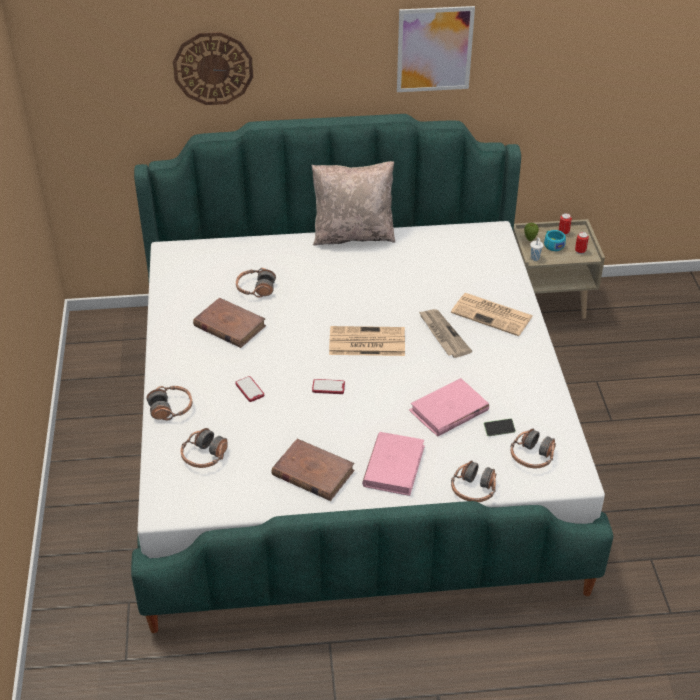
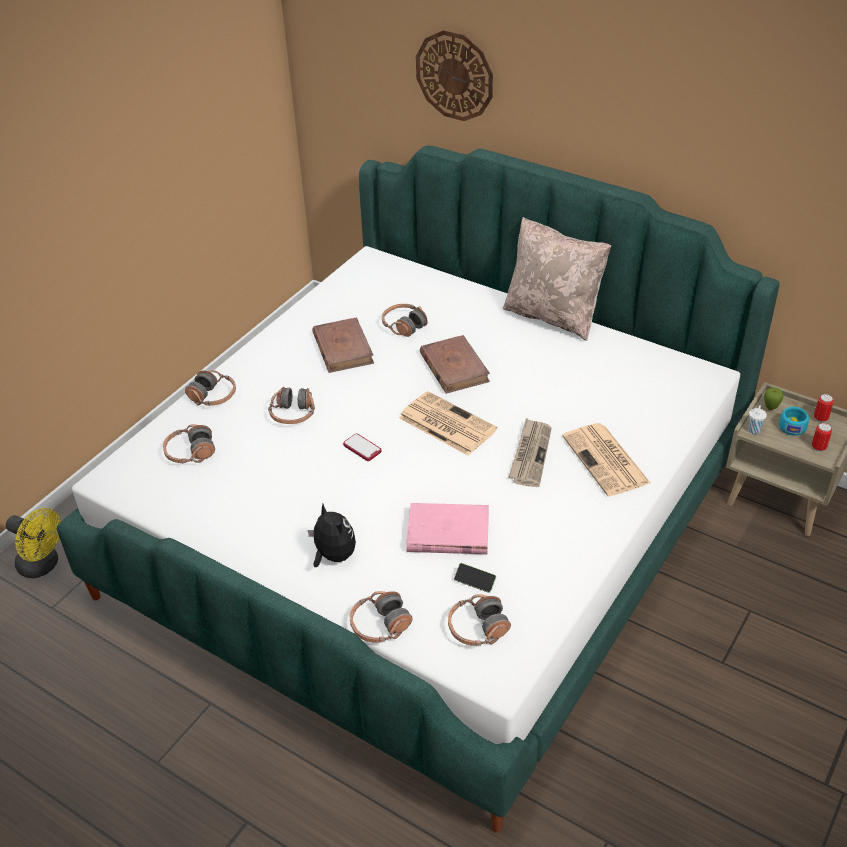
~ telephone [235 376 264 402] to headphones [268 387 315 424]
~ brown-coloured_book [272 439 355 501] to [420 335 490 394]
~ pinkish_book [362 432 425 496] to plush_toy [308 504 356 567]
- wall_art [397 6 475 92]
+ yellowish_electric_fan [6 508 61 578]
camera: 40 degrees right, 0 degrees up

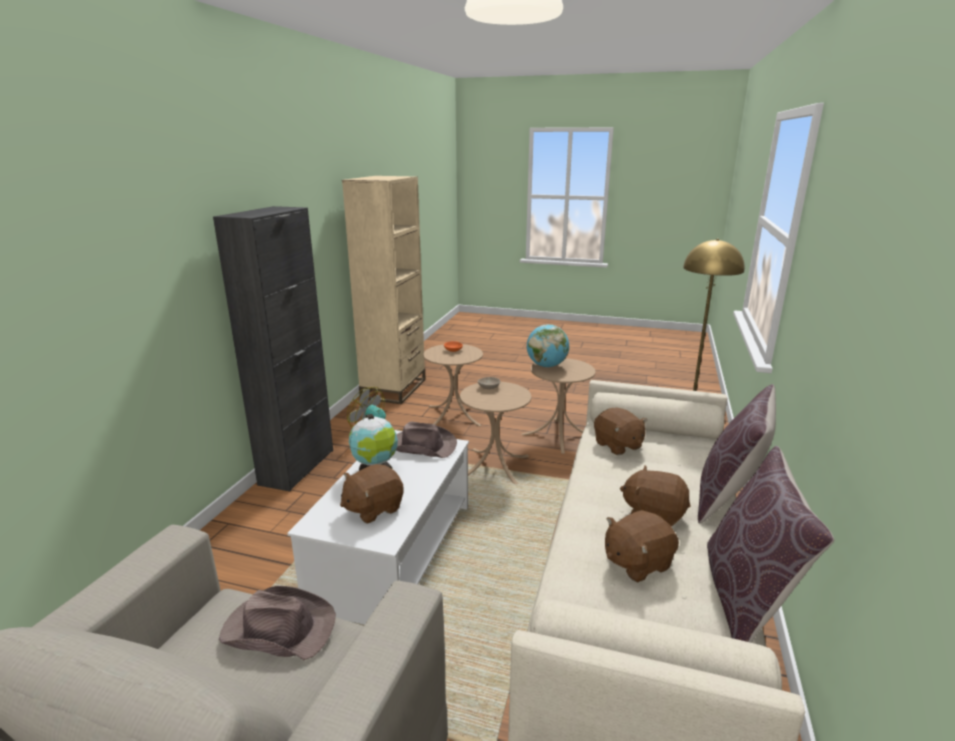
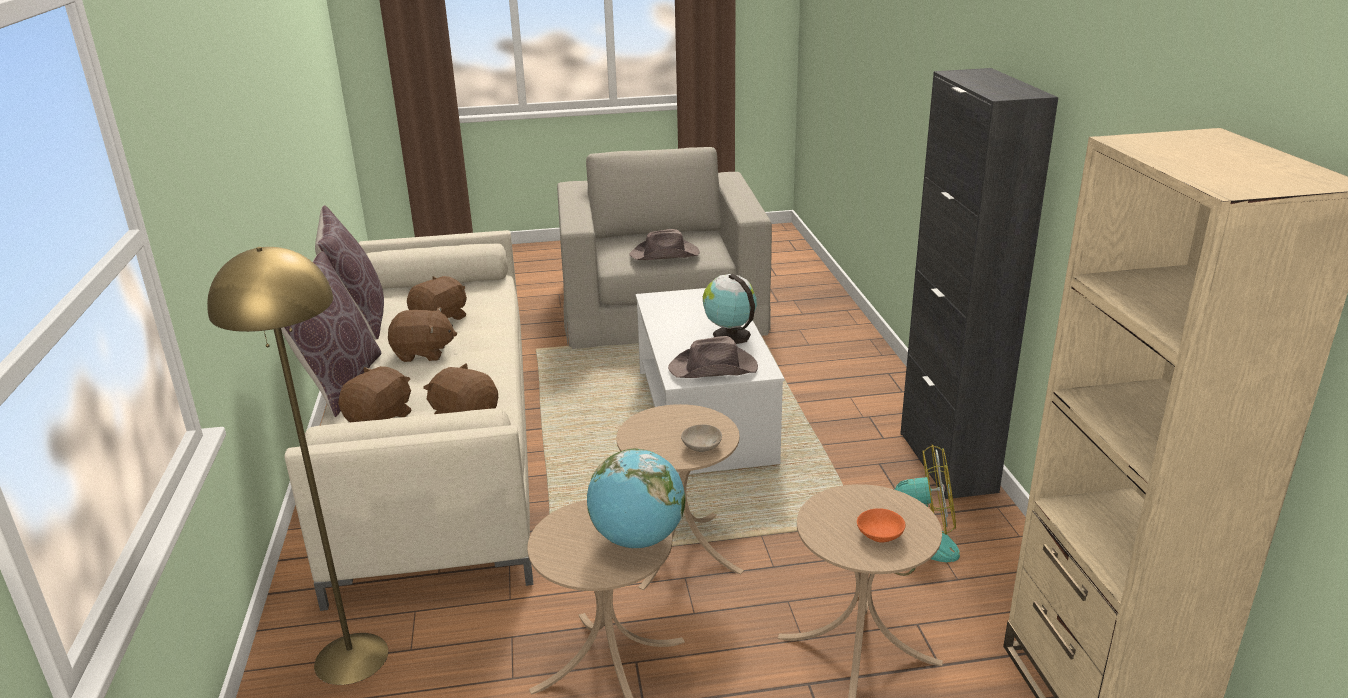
~ brown-coloured_plush_toy [340 464 404 524] to [339 366 411 422]
camera: 155 degrees right, 5 degrees up

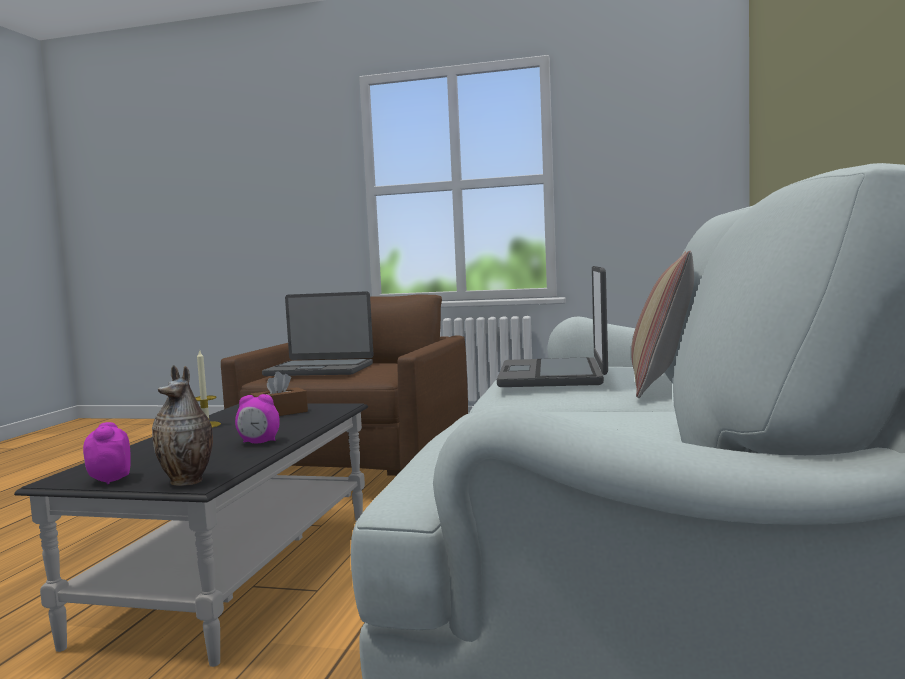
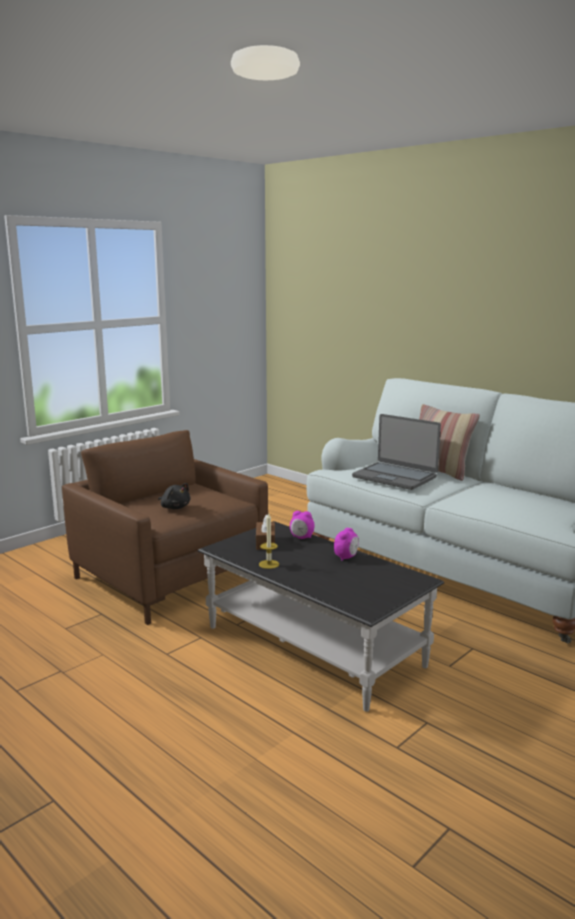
~ table_clock [83 422 131 485] to [290 511 314 539]
- flower_vase [152 365 213 486]
~ notebook_computer [262 291 374 376] to black_plush_toy [158 483 190 509]
camera: 60 degrees left, 10 degrees up

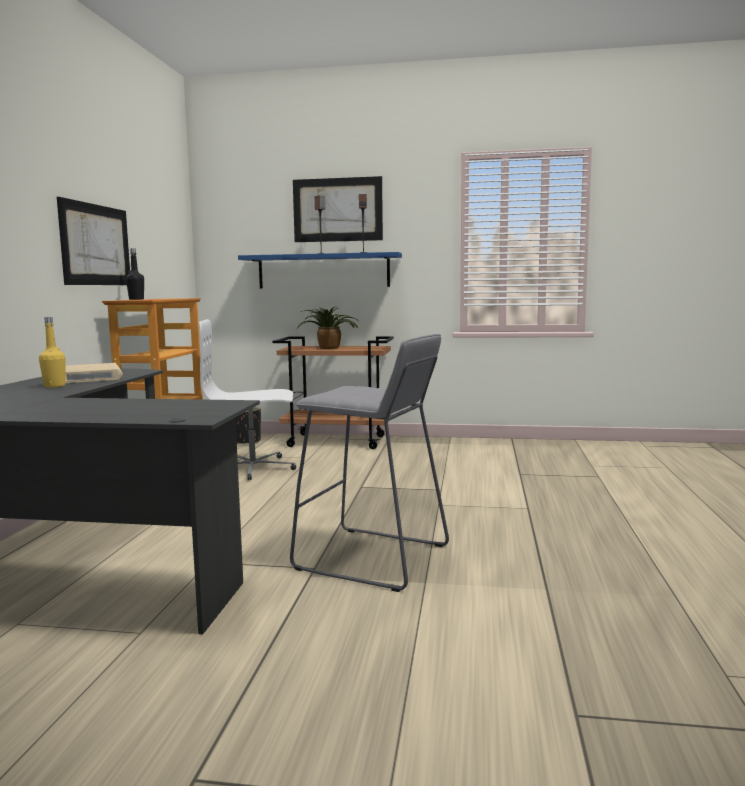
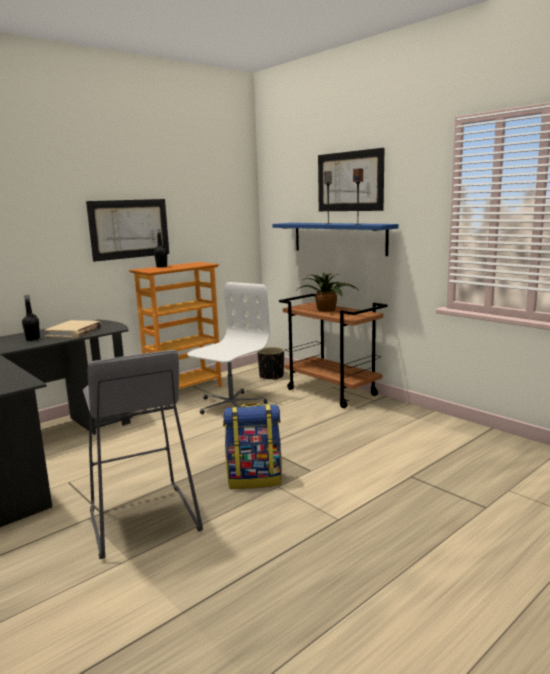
~ yellowish_bottle [39 317 65 388] to black_bottle [22 295 40 341]
~ white-coloured_office_chair [199 319 296 480] = [187 282 270 414] 90 degrees clockwise
+ knapsack [223 403 282 489]
camera: 40 degrees right, 5 degrees up

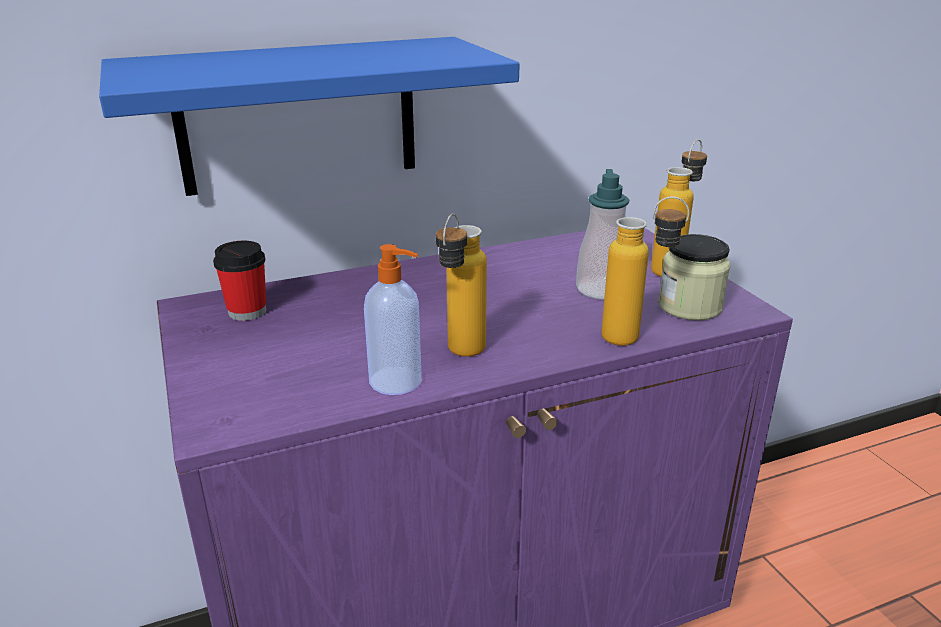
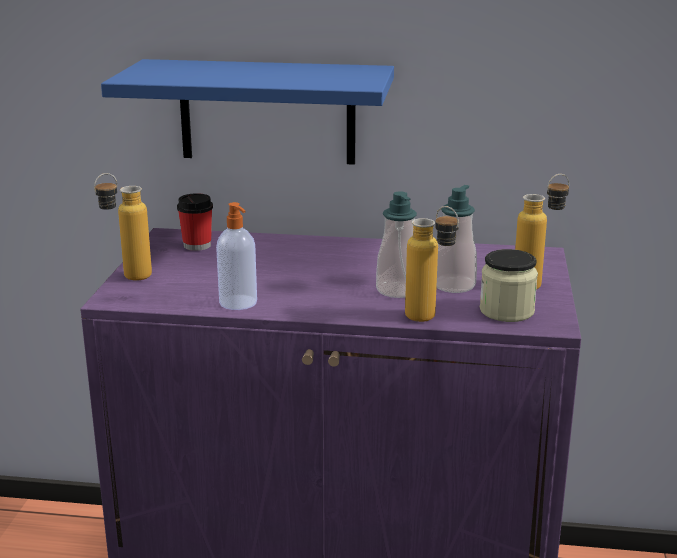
~ bottle [436 214 487 357] to [94 173 152 281]
+ soap_bottle [376 191 417 298]
camera: 30 degrees right, 5 degrees down

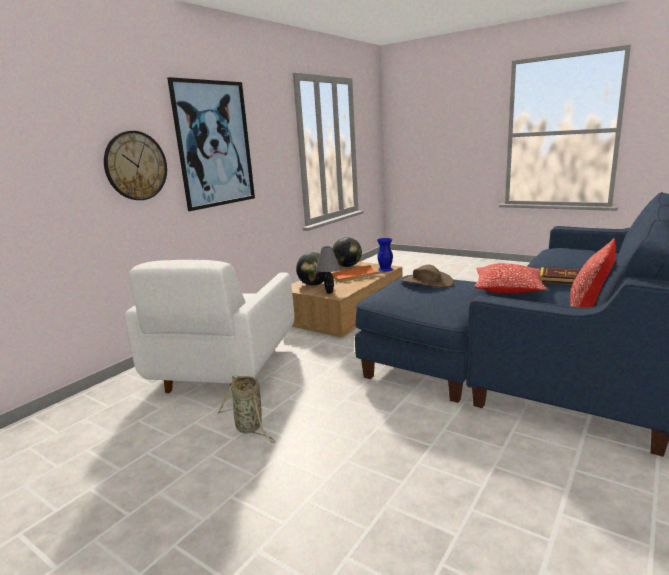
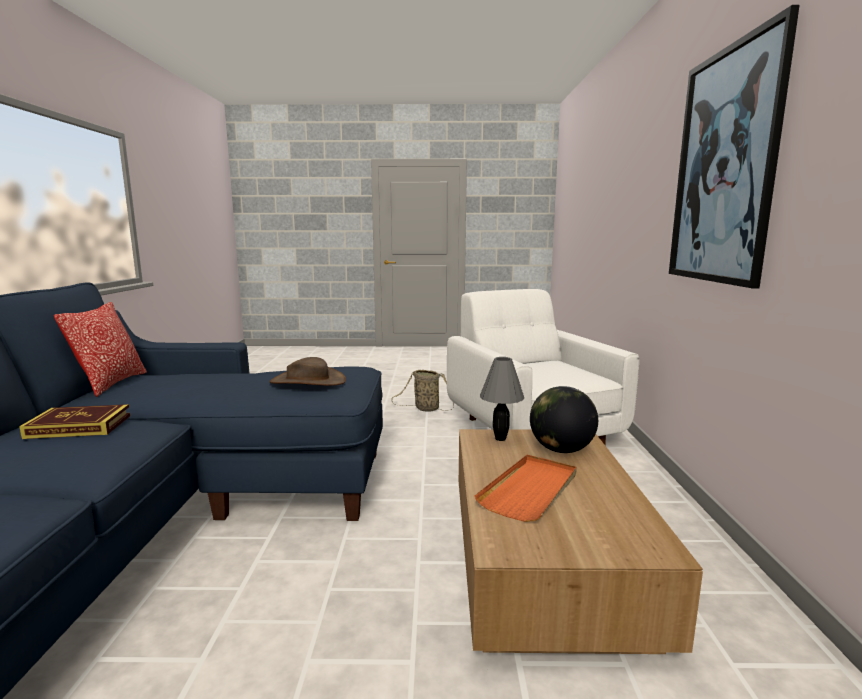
- hanging_clock [104 131 167 200]
- desk_globe [332 237 362 267]
- blue-coloured_flower_vase [377 238 393 272]
- cushion [474 263 547 293]
camera: 145 degrees right, 5 degrees down

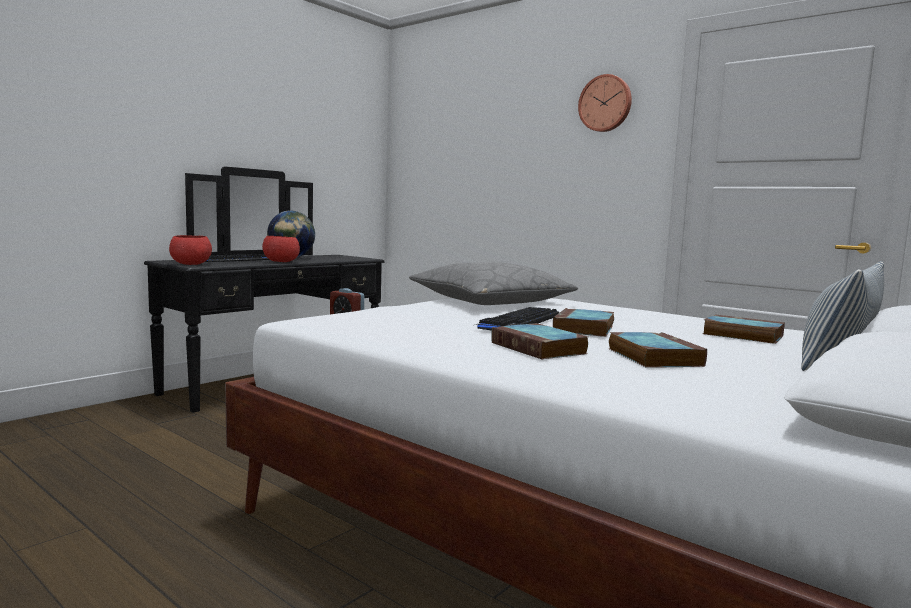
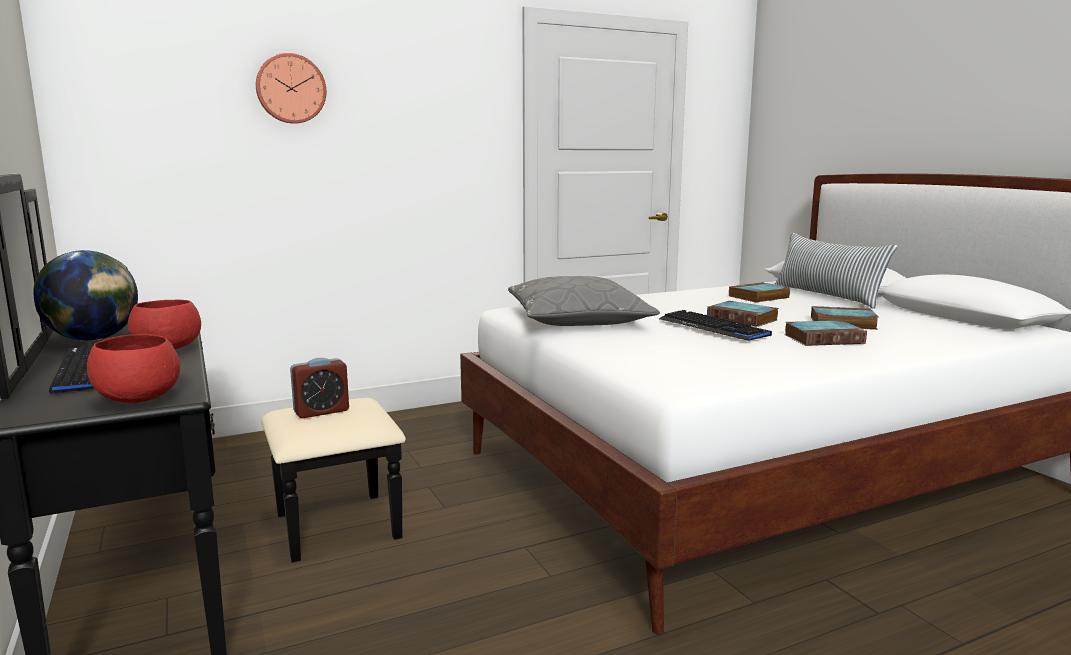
~ hanging_clock [578 74 632 132] to [256 53 326 124]
camera: 65 degrees left, 5 degrees up

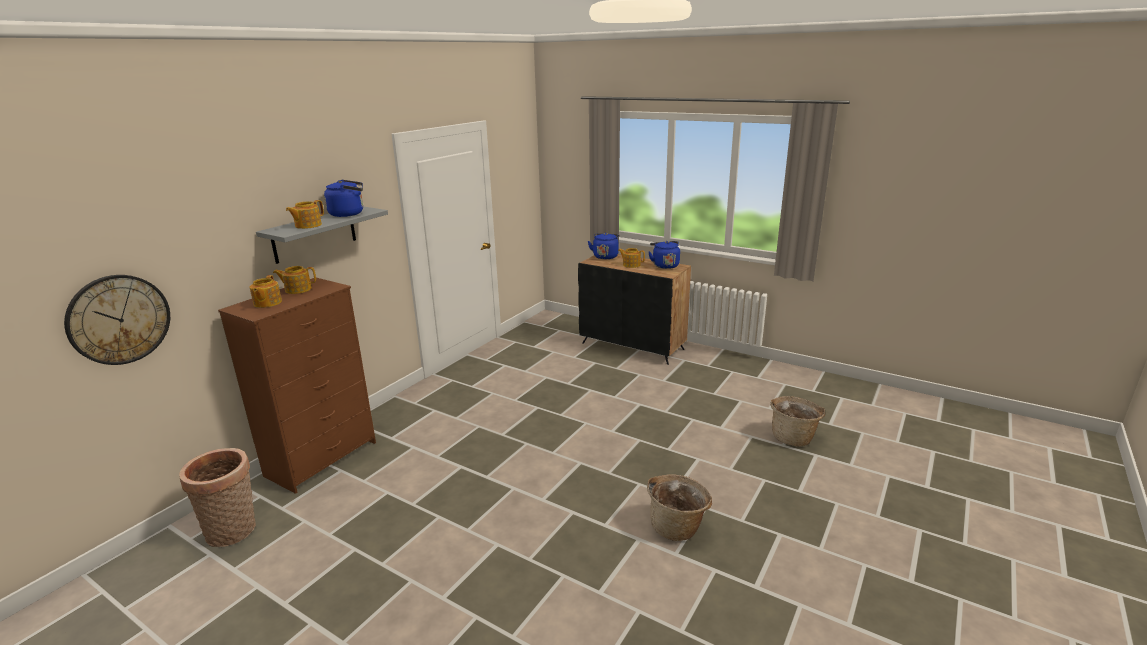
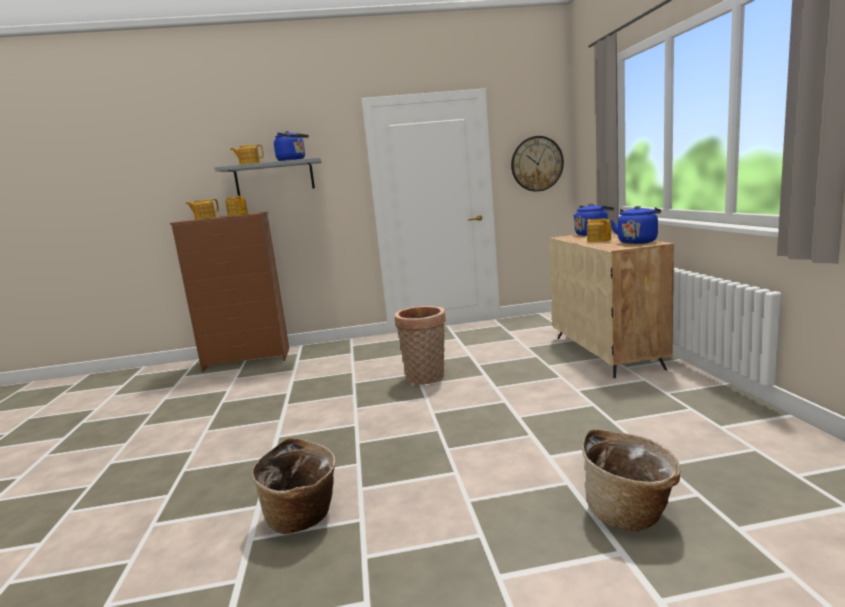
~ hanging_clock [64 275 170 365] to [511 136 564 192]
~ storage_basket [179 448 256 547] to [395 306 446 385]
~ black_cabinet [578 254 691 365] to beige-coloured_cabinet [549 233 674 378]
camera: 50 degrees right, 10 degrees down

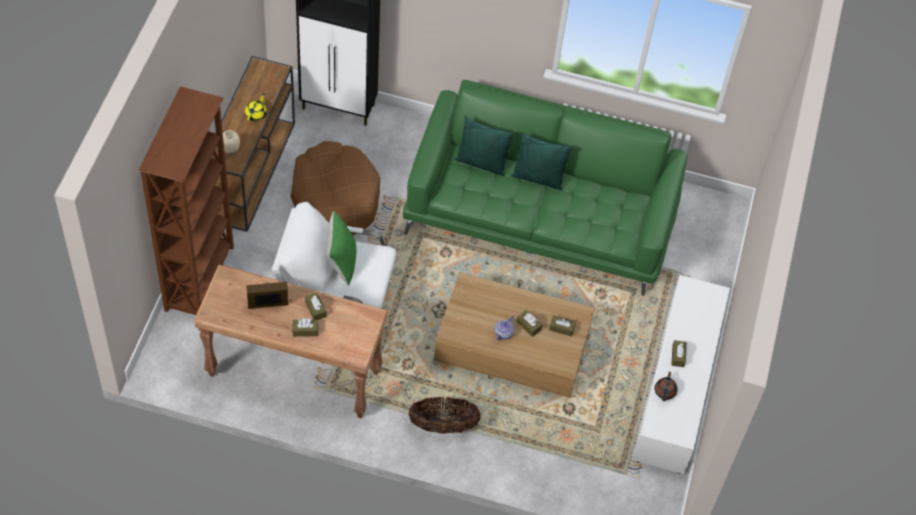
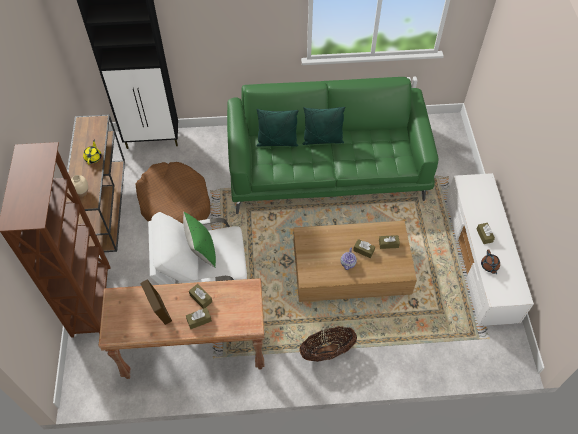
~ standing_frame [246 282 288 309] = [140 279 172 325] 90 degrees clockwise
camera: 15 degrees left, 0 degrees up

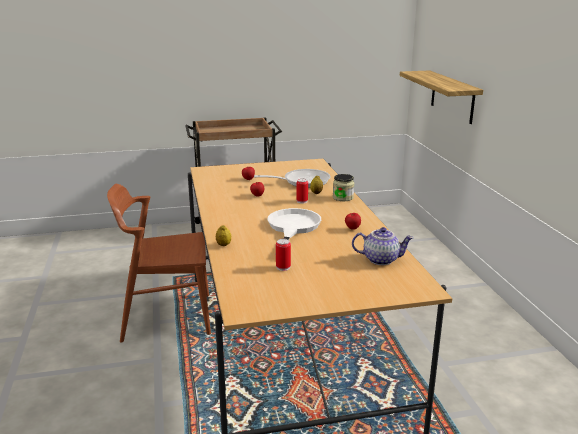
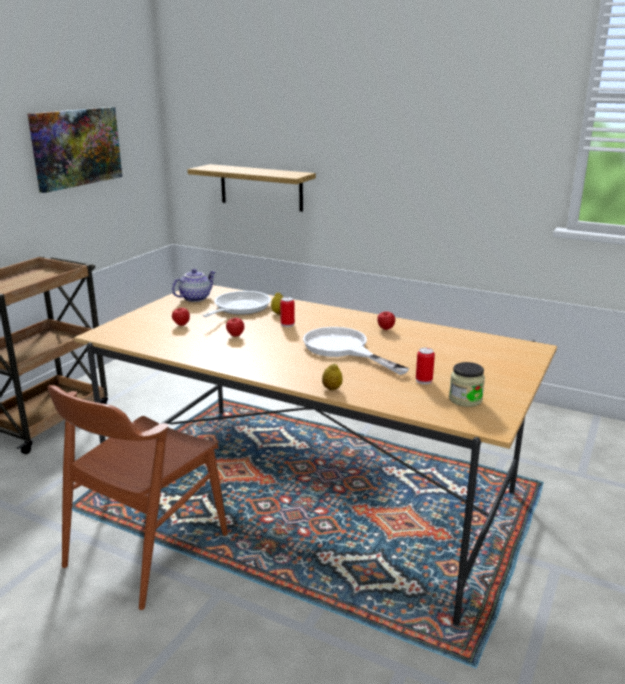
~ jar [333 174 354 201] to [449 362 485 407]
~ pot_for_tea [352 227 414 265] to [172 269 216 302]
+ wall_art [28 107 122 193]
camera: 50 degrees left, 0 degrees up

